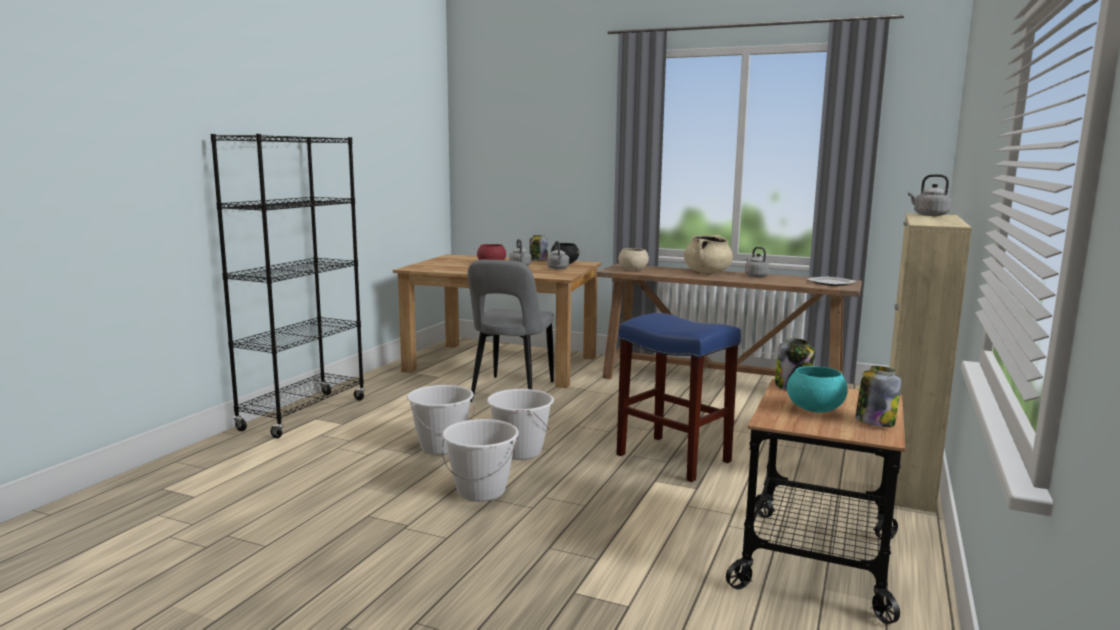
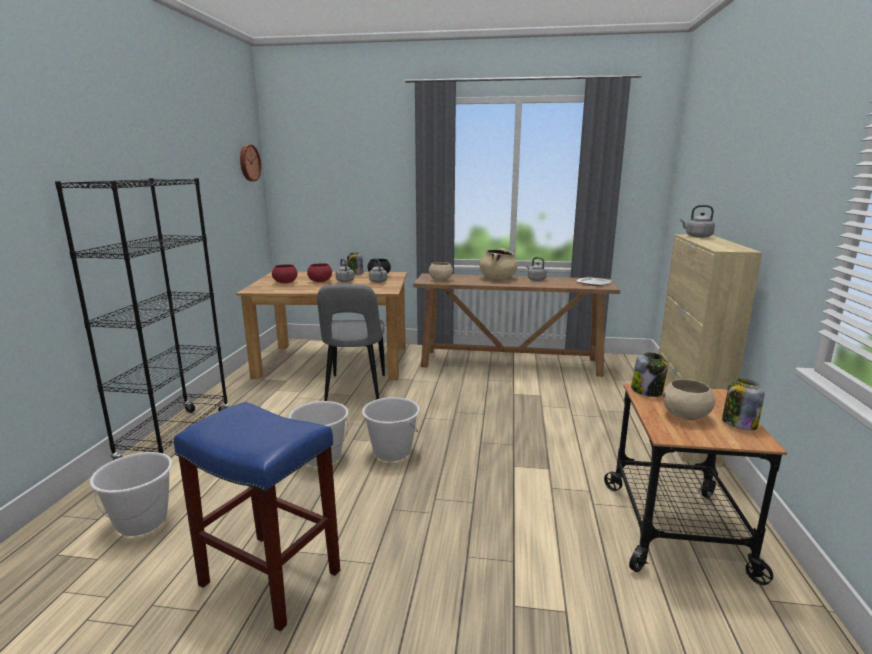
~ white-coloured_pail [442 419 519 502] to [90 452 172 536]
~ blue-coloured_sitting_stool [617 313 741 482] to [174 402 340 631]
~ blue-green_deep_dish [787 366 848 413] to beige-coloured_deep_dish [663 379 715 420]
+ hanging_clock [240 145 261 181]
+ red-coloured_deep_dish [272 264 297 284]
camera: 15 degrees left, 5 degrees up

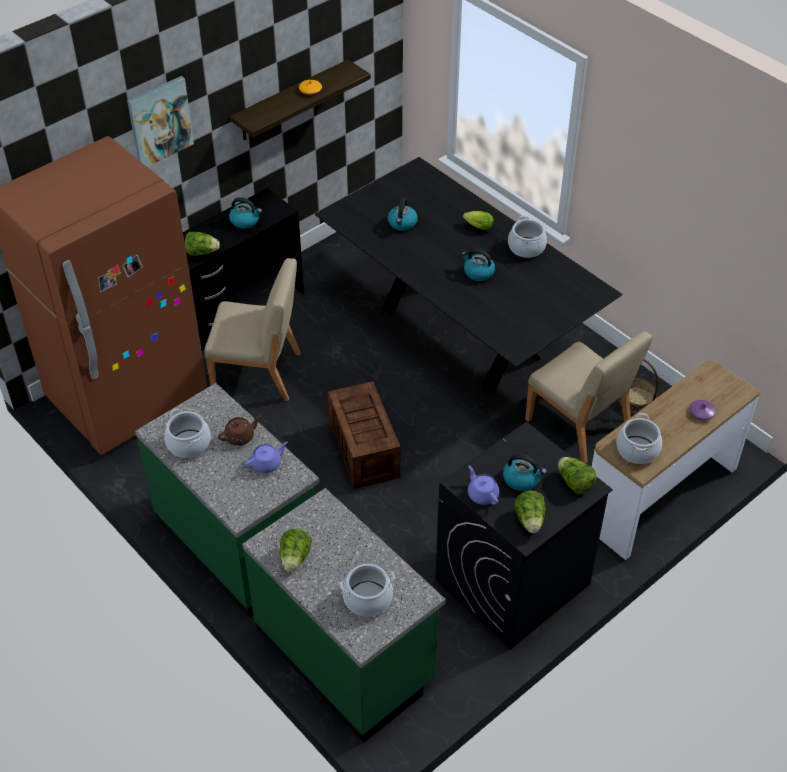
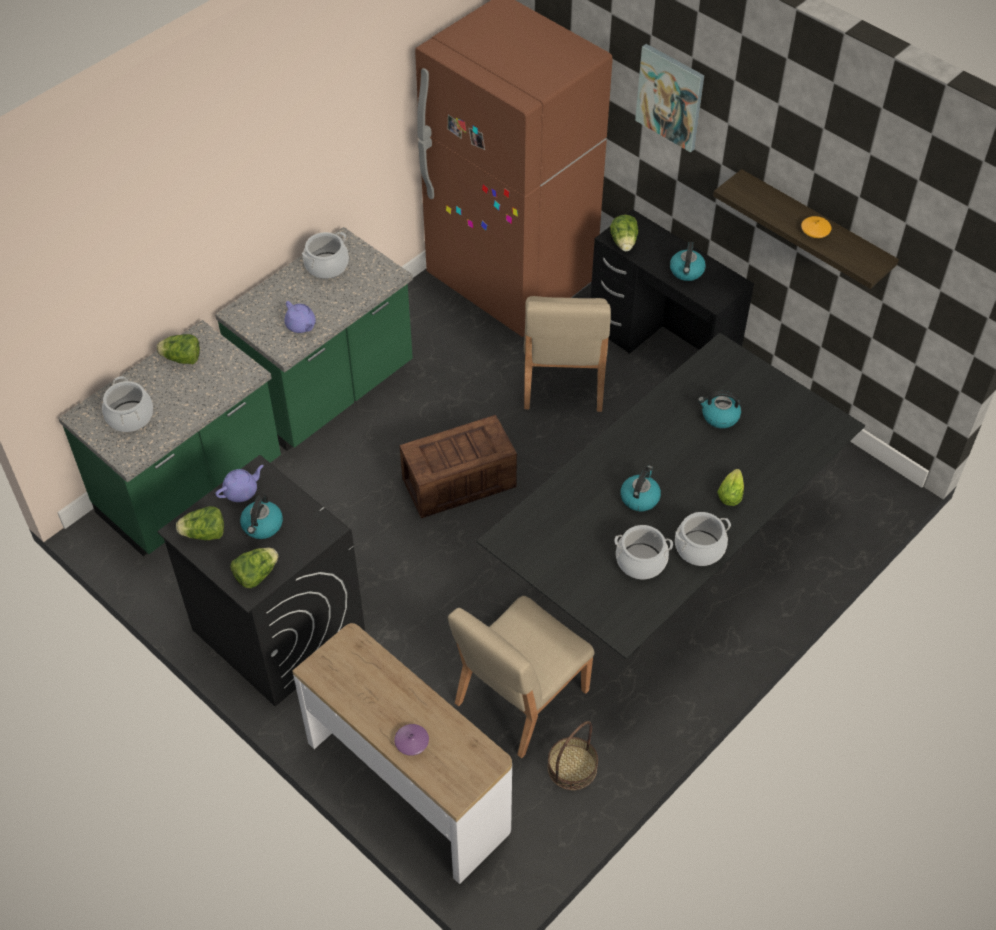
- brown-coloured_pot_for_tea [218 415 261 446]
~ cooking_pot [616 413 662 464] to [615 525 673 579]
camera: 85 degrees right, 5 degrees up

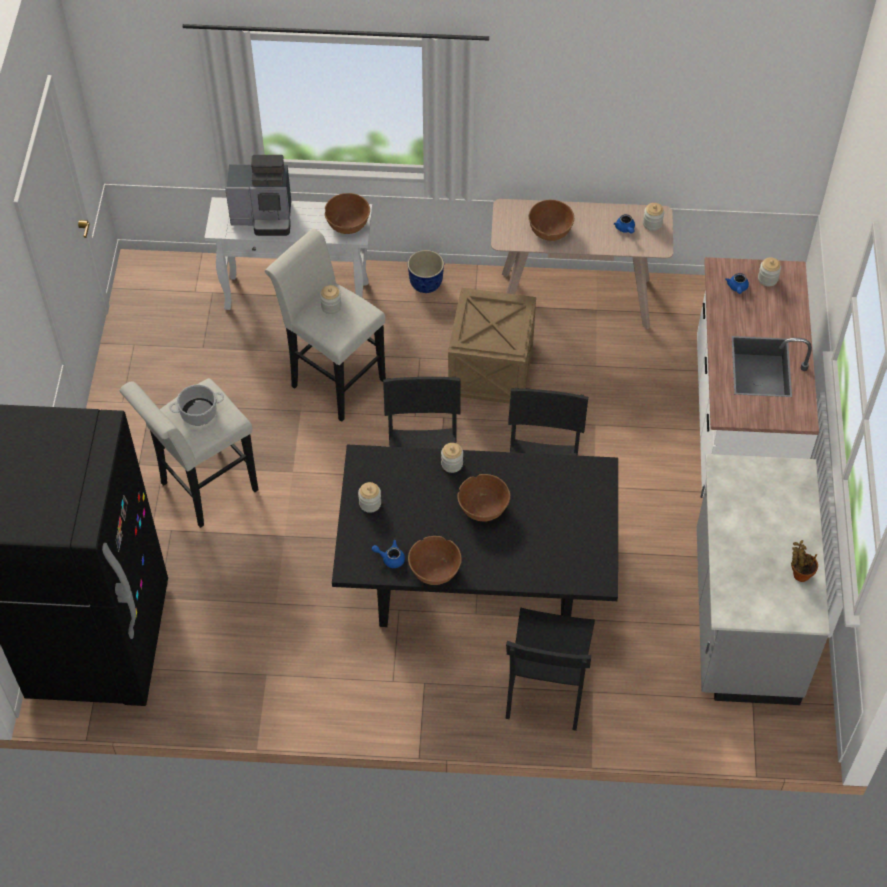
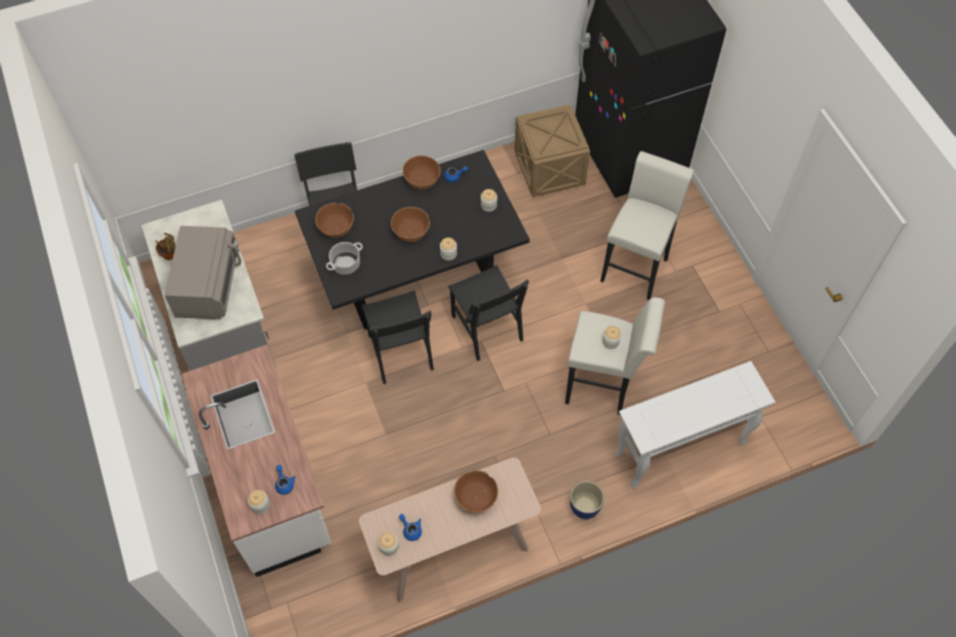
~ cooking_pot [169 384 224 426] to [326 242 363 275]
- coffee_brewer [225 155 291 236]
~ brown-coloured_deep_dish [325 193 370 234] to [315 203 354 238]
~ packing_crate [448 288 536 404] to [514 104 590 197]
+ grey_microwave [165 226 241 319]
camera: 155 degrees right, 5 degrees up

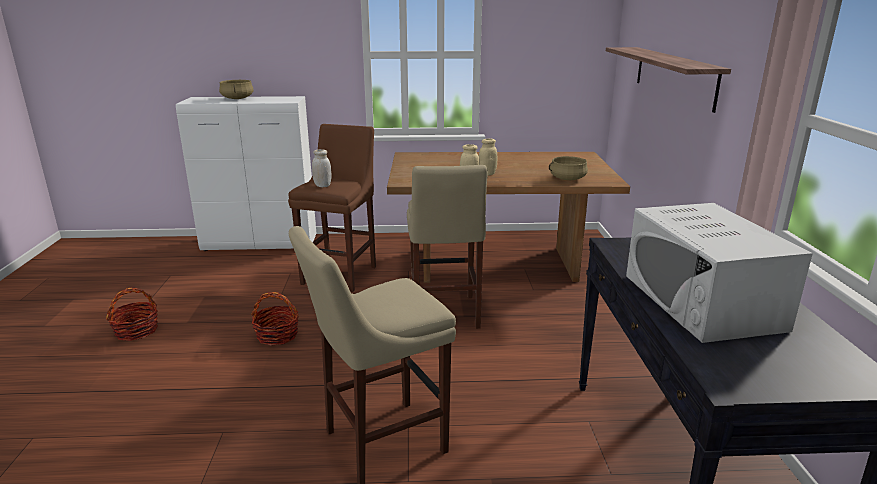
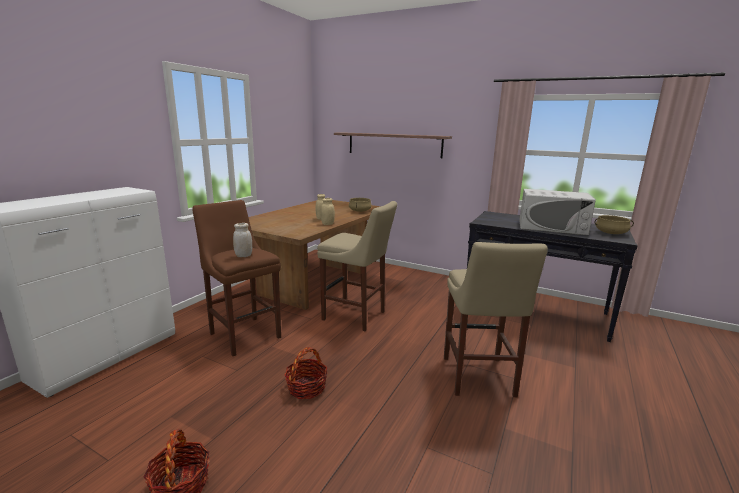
~ beige-coloured_cooking_pot [219 80 254 99] to [595 215 634 234]
camera: 60 degrees left, 5 degrees down

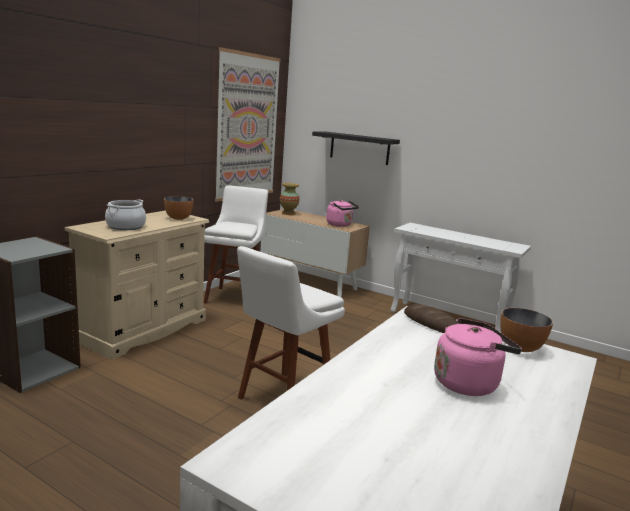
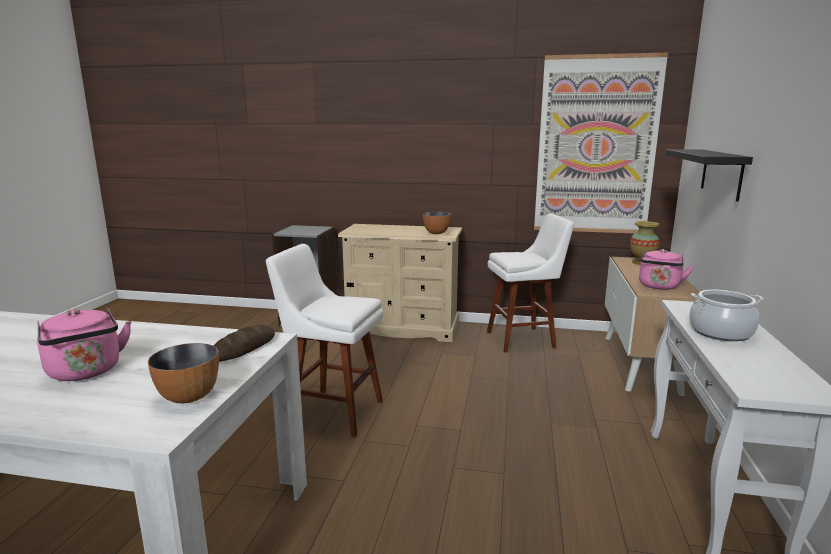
~ cooking_pot [105 199 146 230] to [689 290 764 341]
camera: 70 degrees right, 0 degrees up

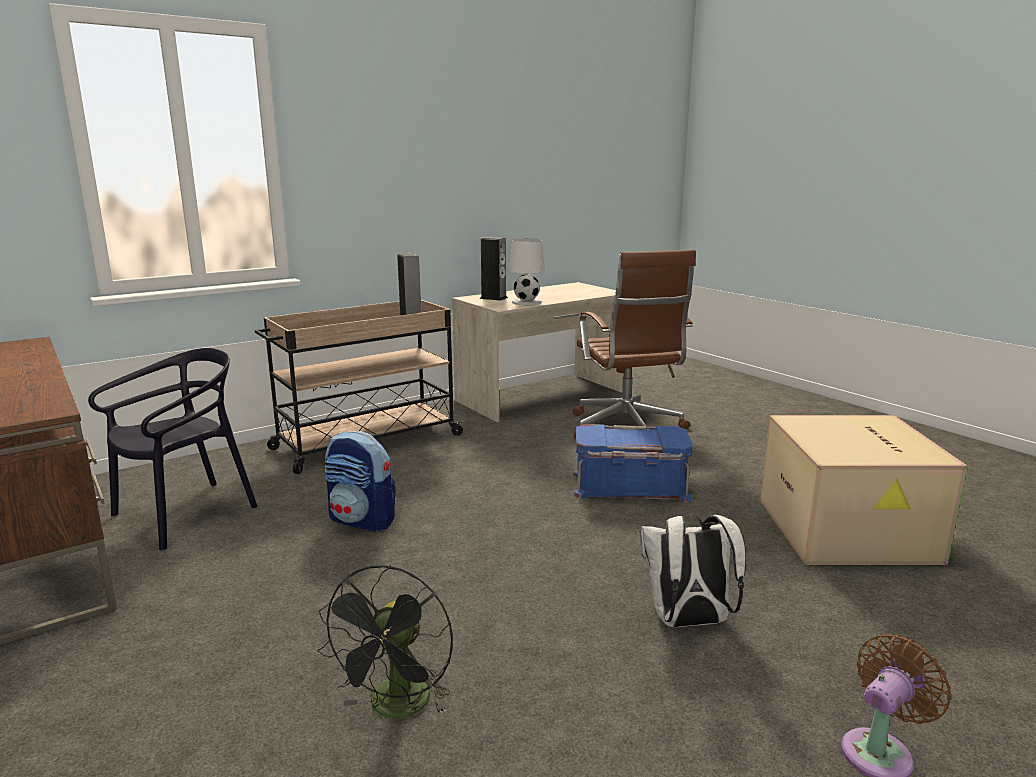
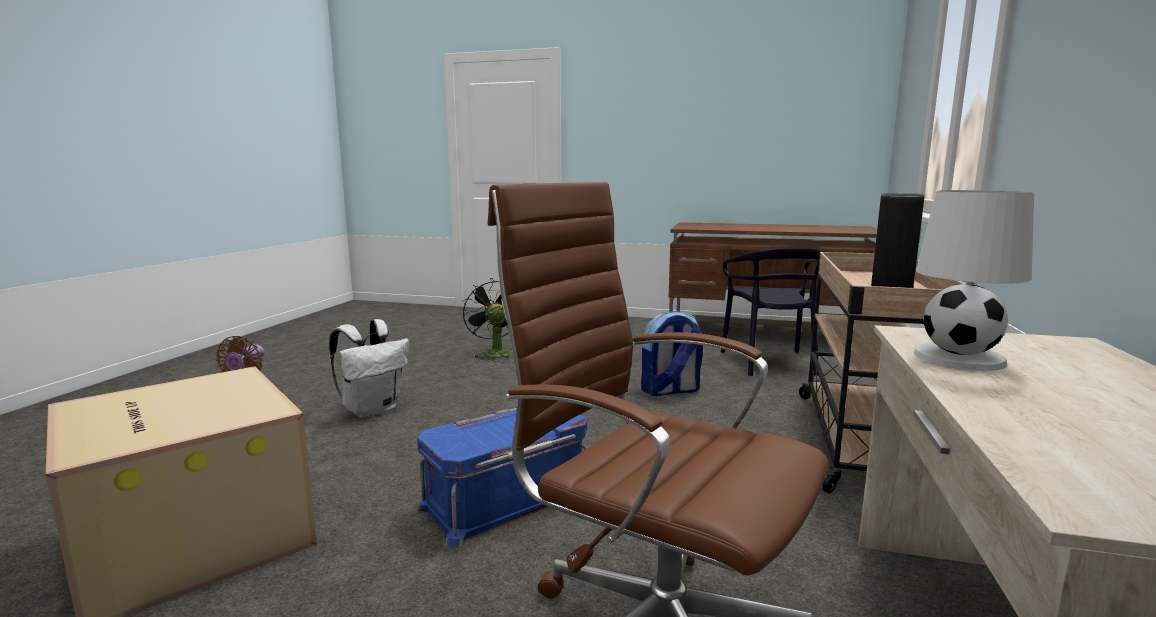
- speaker [480 237 508 301]
camera: 140 degrees right, 5 degrees down

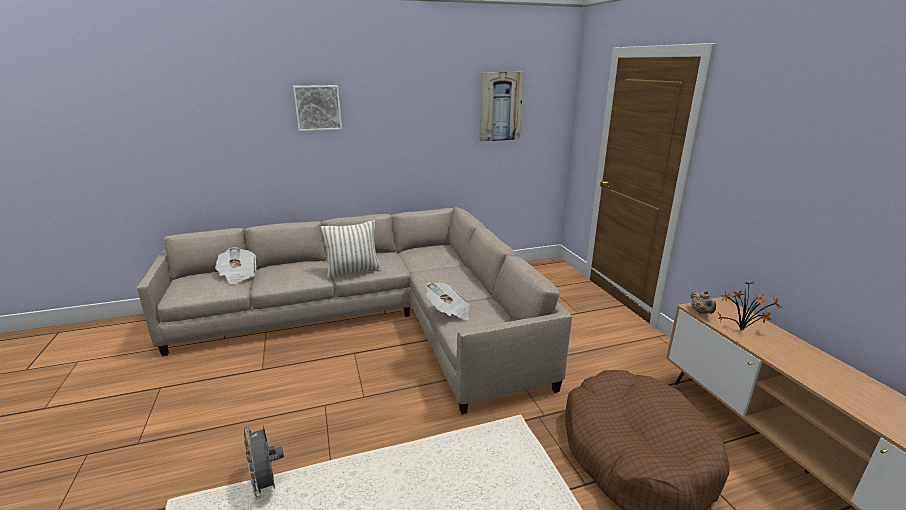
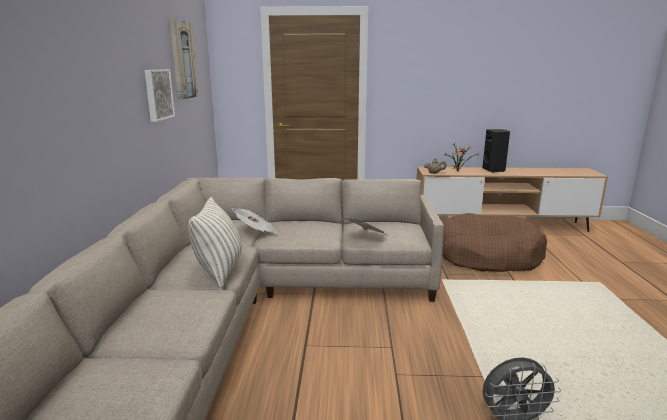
~ newspaper [215 247 256 284] to [231 208 278 234]
~ wall_art [293 85 342 131] to [145 69 175 122]
+ black_speaker [483 129 510 173]
camera: 70 degrees left, 5 degrees down

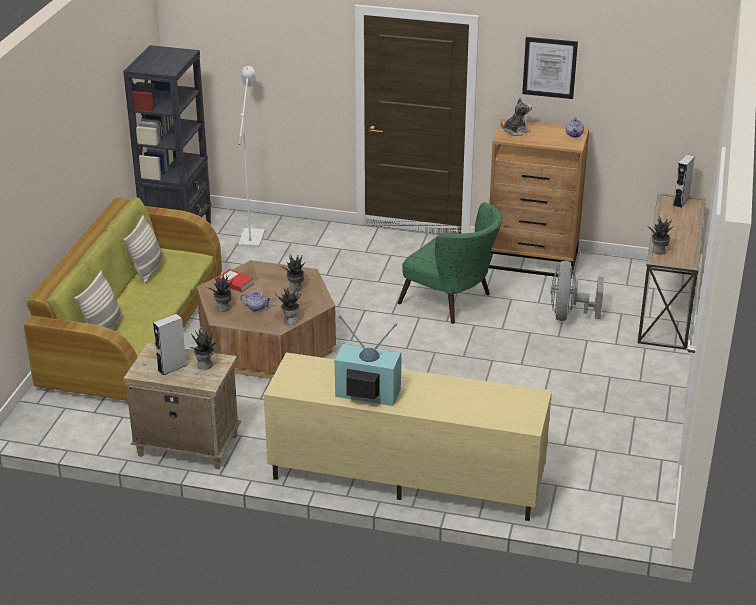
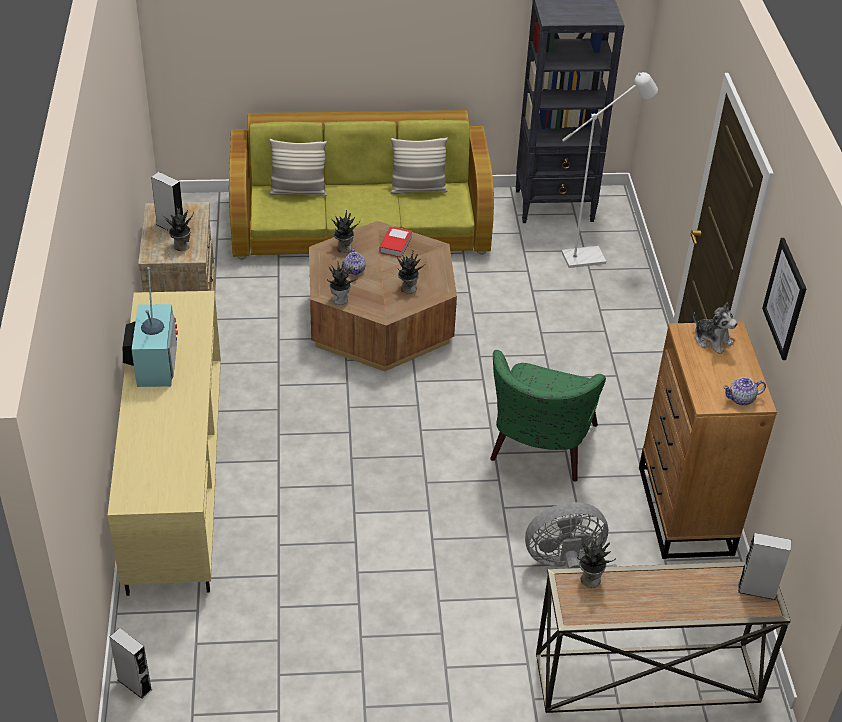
+ grey_speaker [109 628 152 699]
camera: 70 degrees right, 10 degrees up

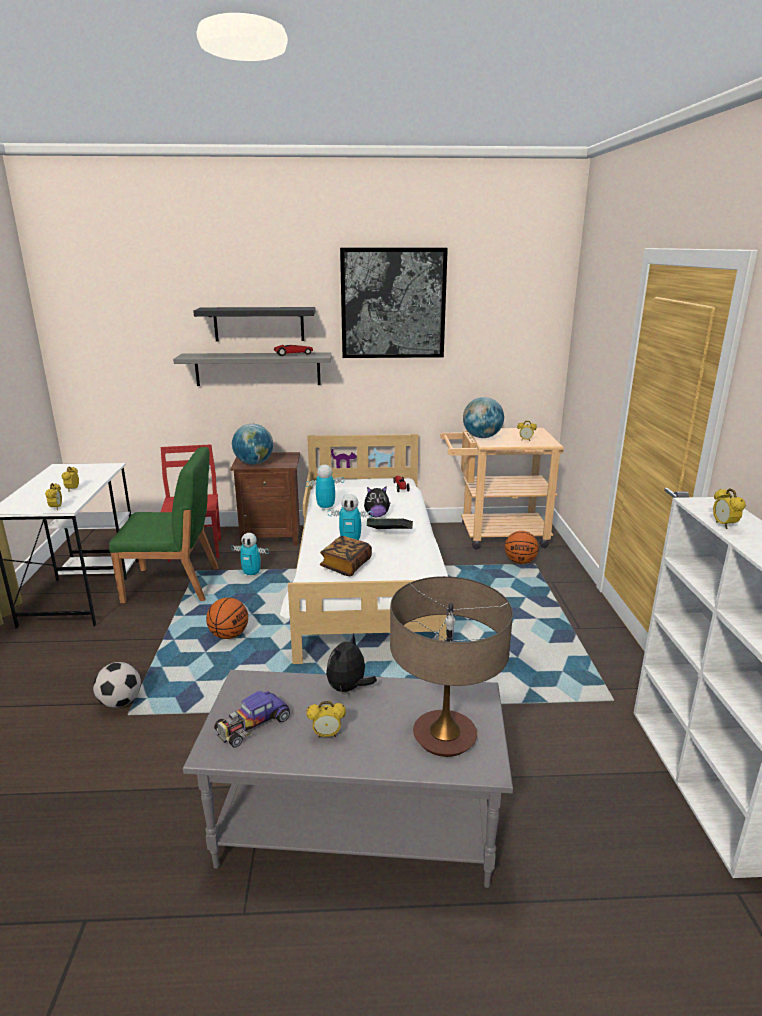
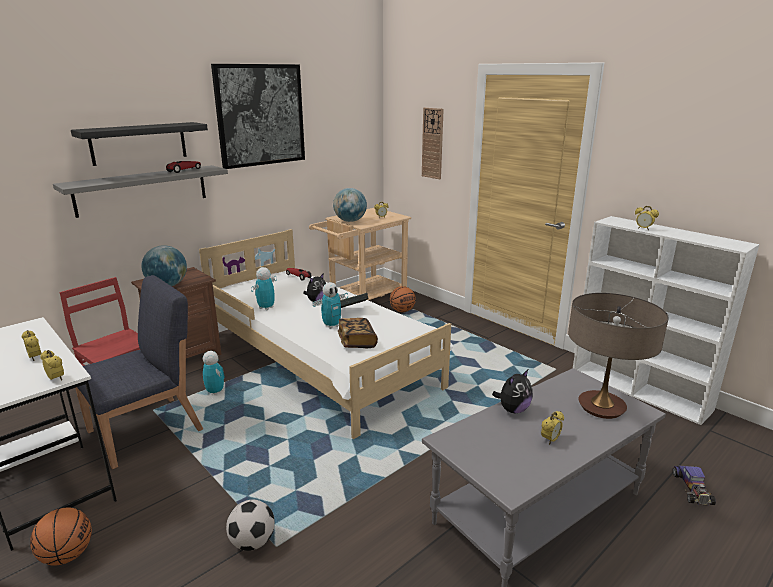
~ greenish_upright_chair [109 447 219 603] to blue-coloured_upright_chair [75 275 203 469]
~ basketball_ball [206 597 248 639] to [30 508 92 566]
~ model_car [214 691 290 748] to [673 466 716 506]
~ model_robot [231 533 269 577] = [203 351 225 395] 105 degrees counterclockwise
~ plush_toy [326 633 377 694] = [492 370 533 413] 120 degrees counterclockwise
+ hanging_clock [422 108 444 179]
camera: 40 degrees left, 0 degrees up

